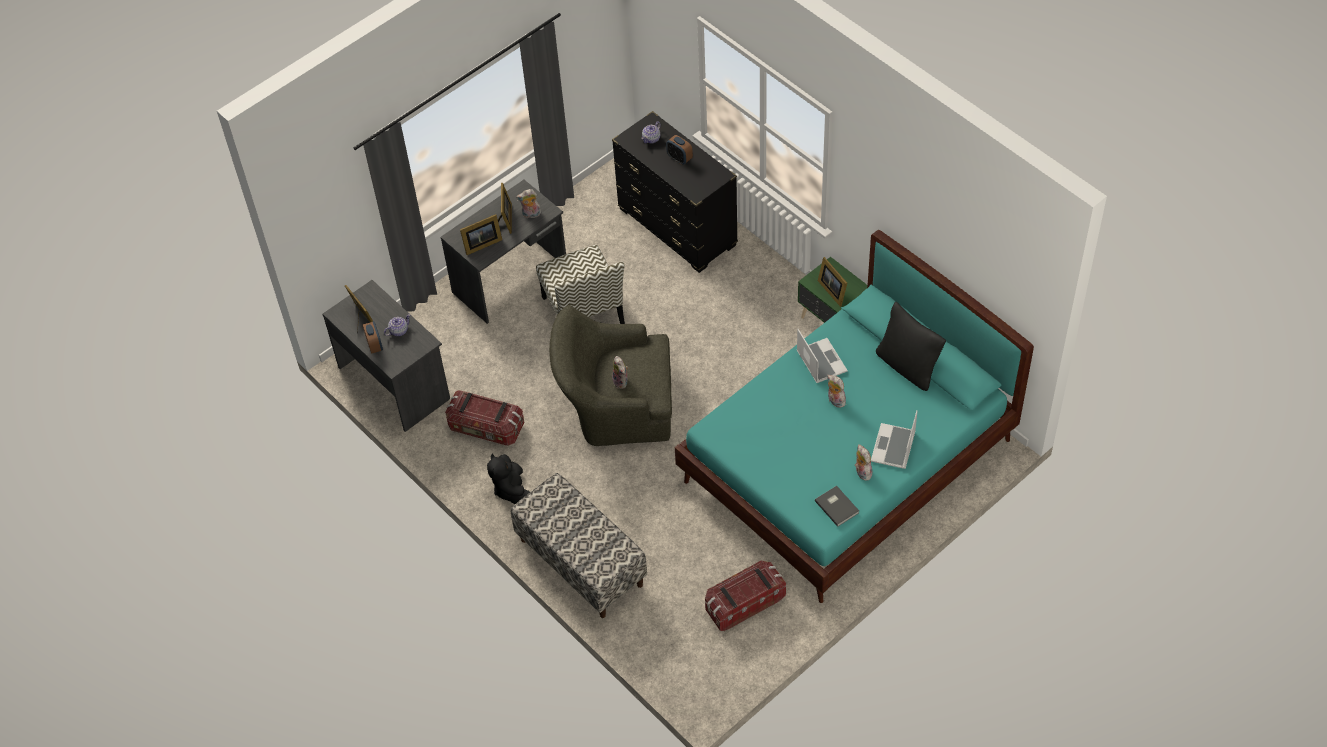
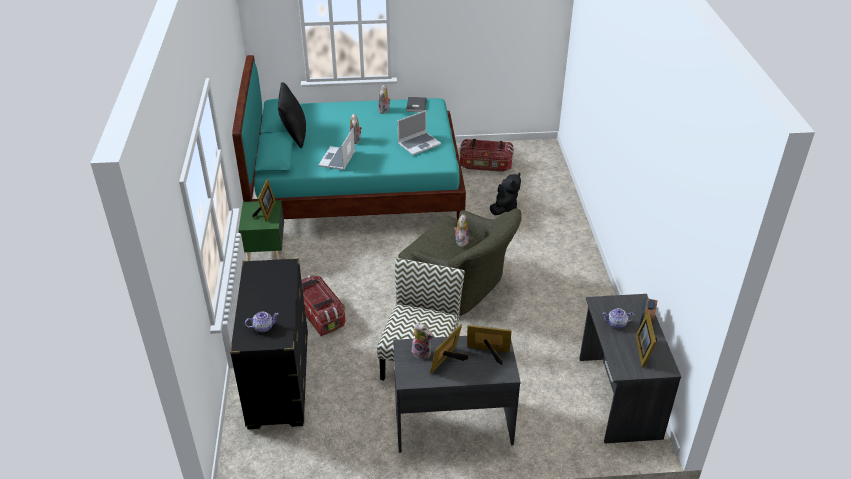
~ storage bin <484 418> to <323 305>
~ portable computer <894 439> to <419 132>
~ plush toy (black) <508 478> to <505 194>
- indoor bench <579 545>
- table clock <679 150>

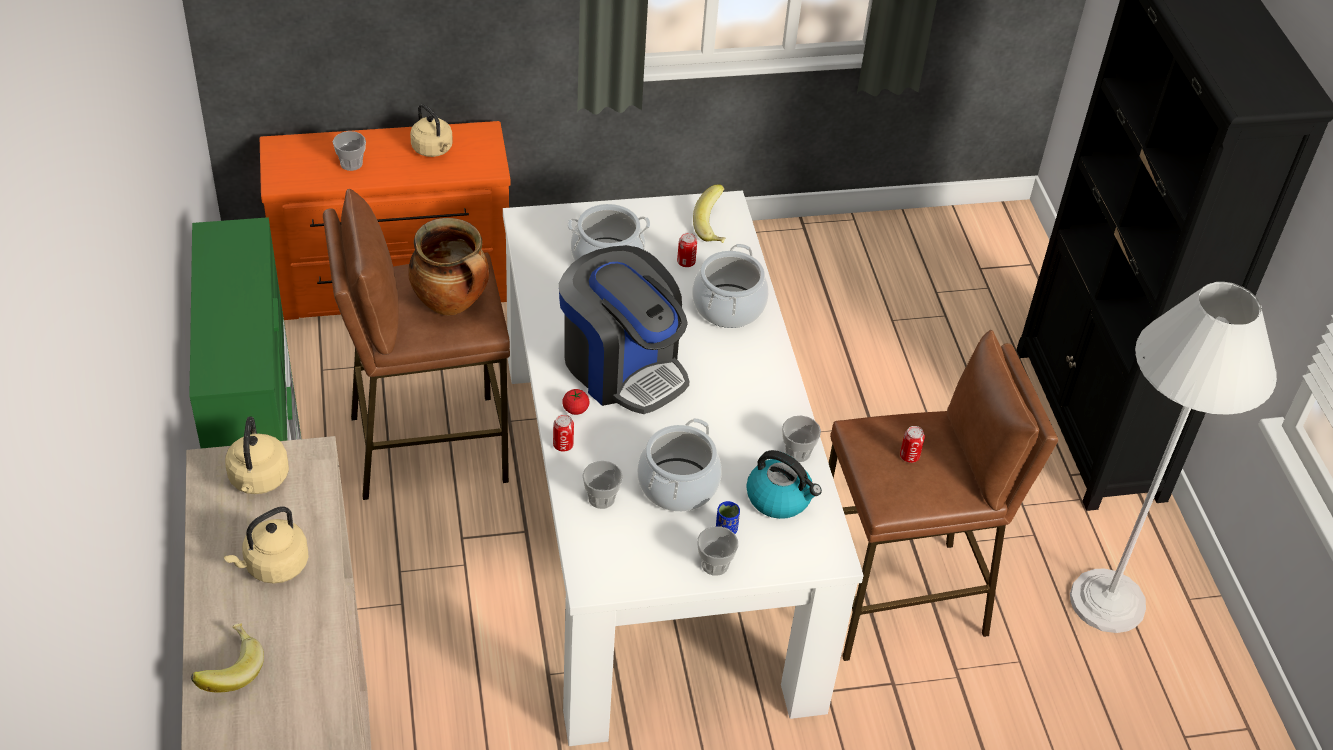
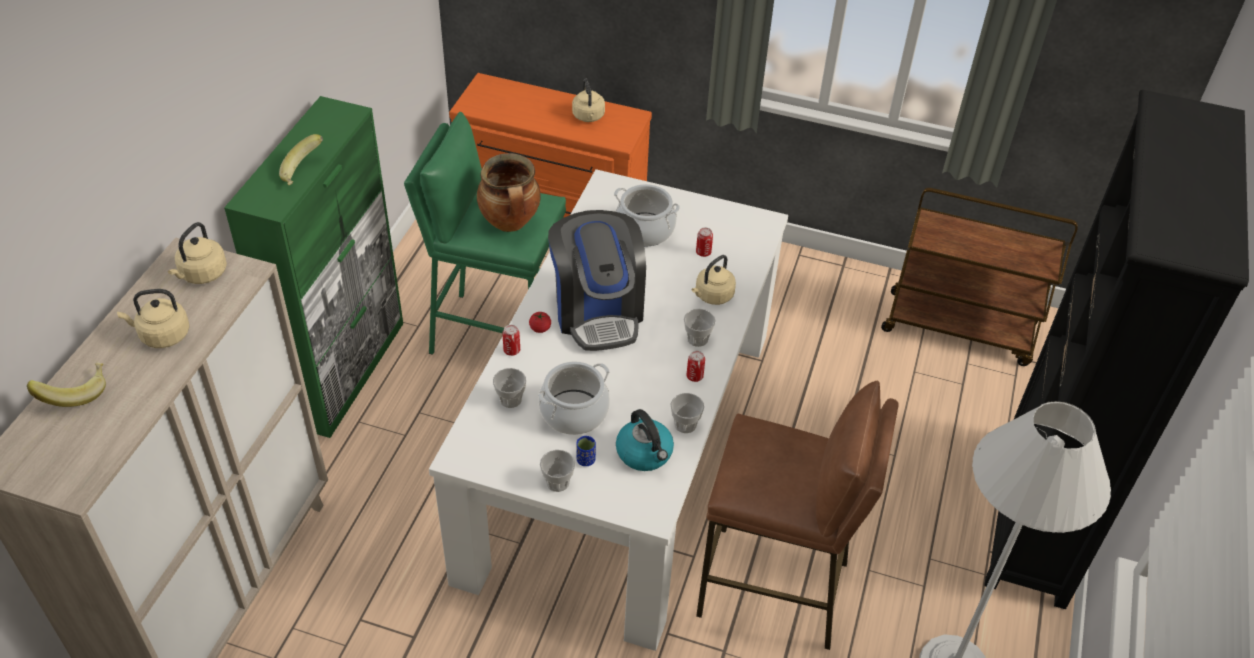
~ whole banana <709 214> to <301 159>
~ stool seat (brownish) <416 344> to stool seat (greenish) <485 233>
~ cup <349 151> to <700 328>
~ can <912 444> to <696 366>
~ stockpot <730 286> to kettle (beige) <714 280>
+ trolley (brownish) <979 277>

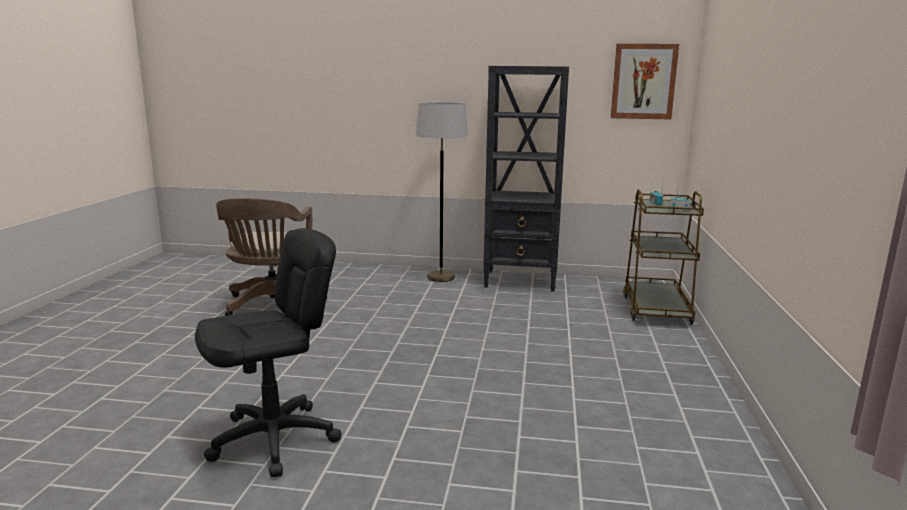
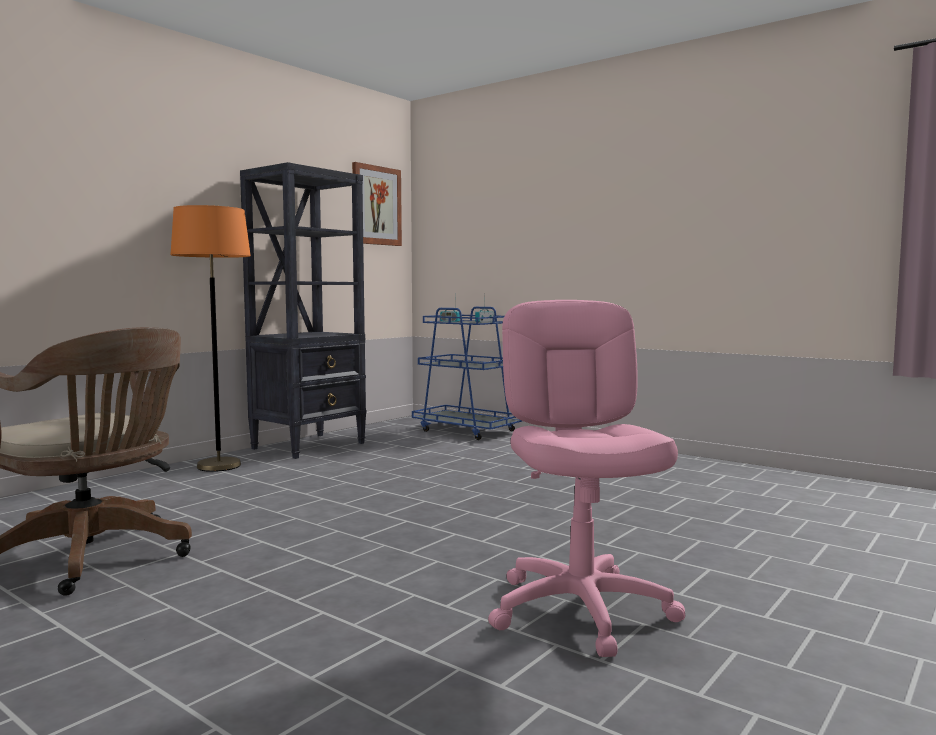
~ floor lamp (gray) <442 192> to floor lamp (orange-coloured) <210 338>
~ trolley (brownish) <663 256> to trolley (blue-coloured) <467 373>
~ desk chair (black) <268 352> to desk chair (pink) <586 478>

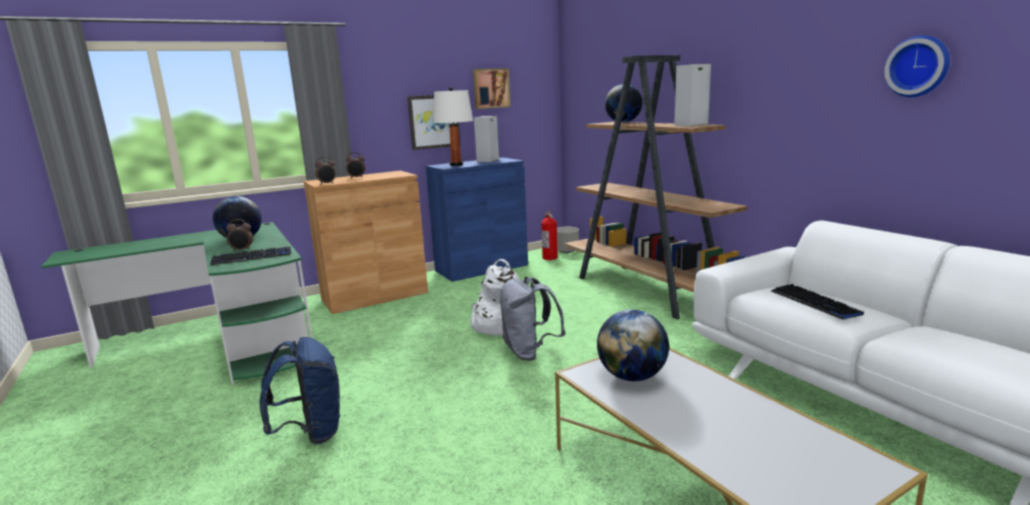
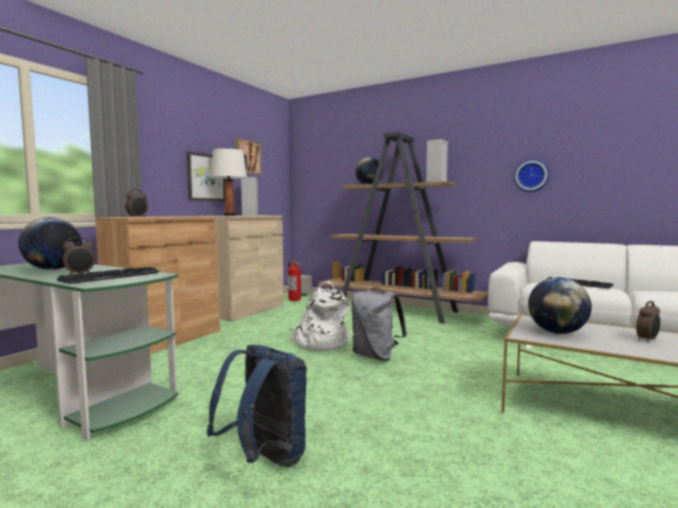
~ cabinet (blue-coloured) <477 219> to cabinet (beige) <241 268>
~ wall clock <917 66> to <531 175>
~ table clock <355 165> to <648 321>

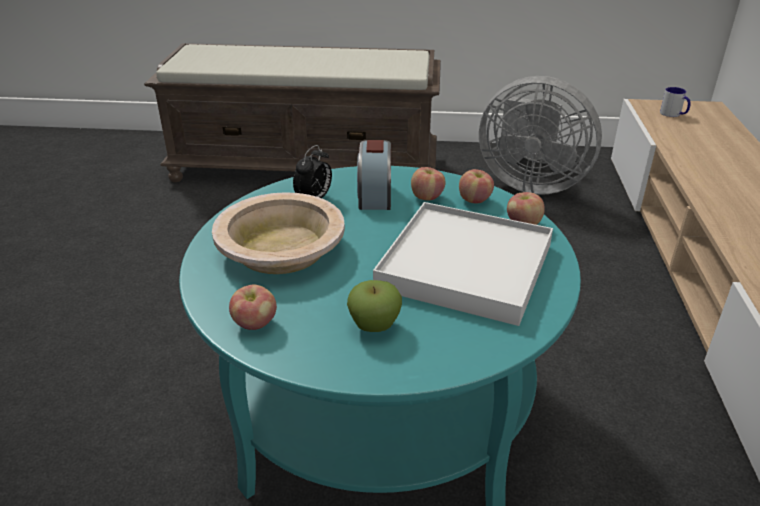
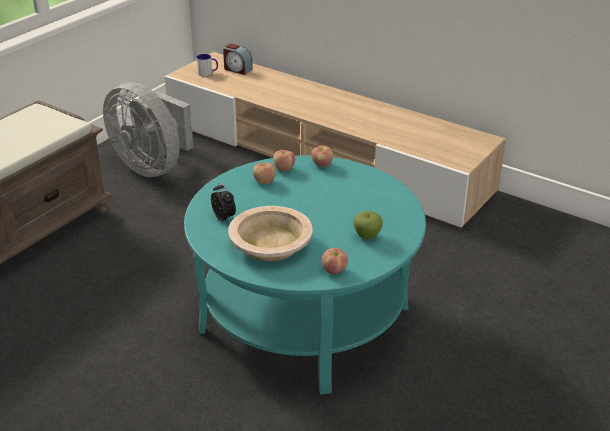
~ fan (gray) <540 135> = <148 129> 75 degrees clockwise
~ table clock <374 175> to <238 59>
- serving tray (whitish) <463 264>

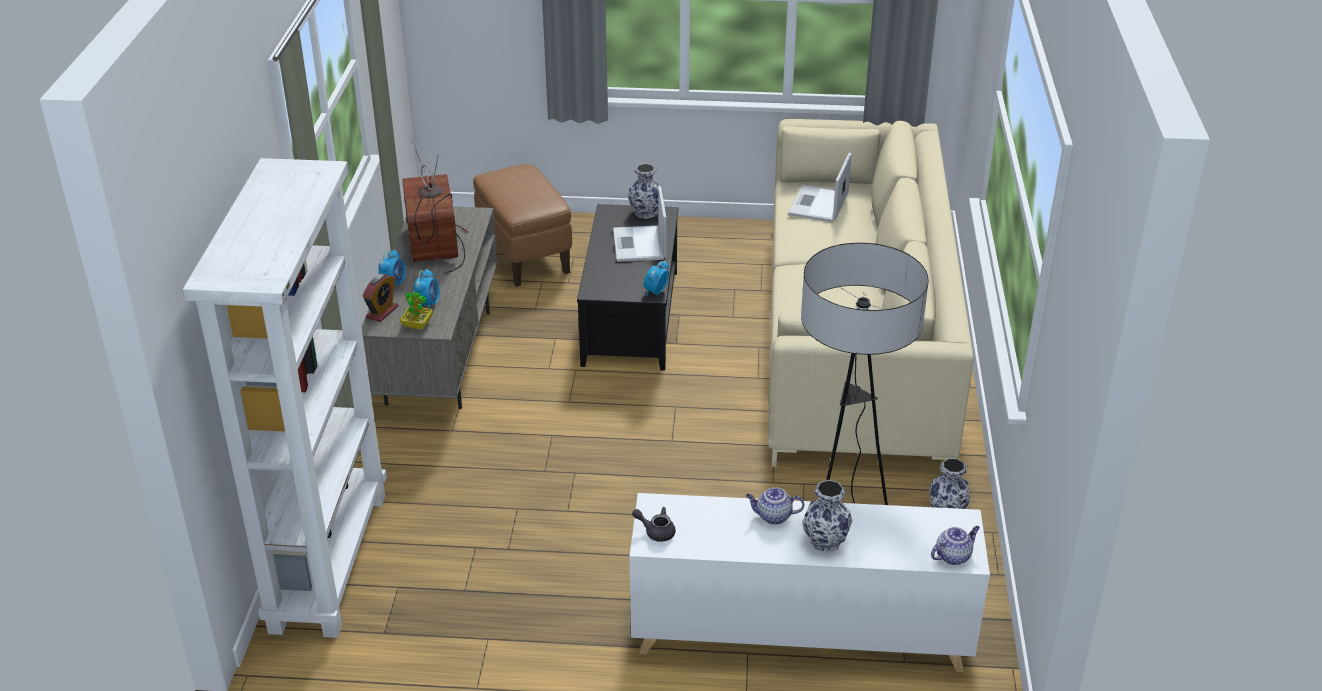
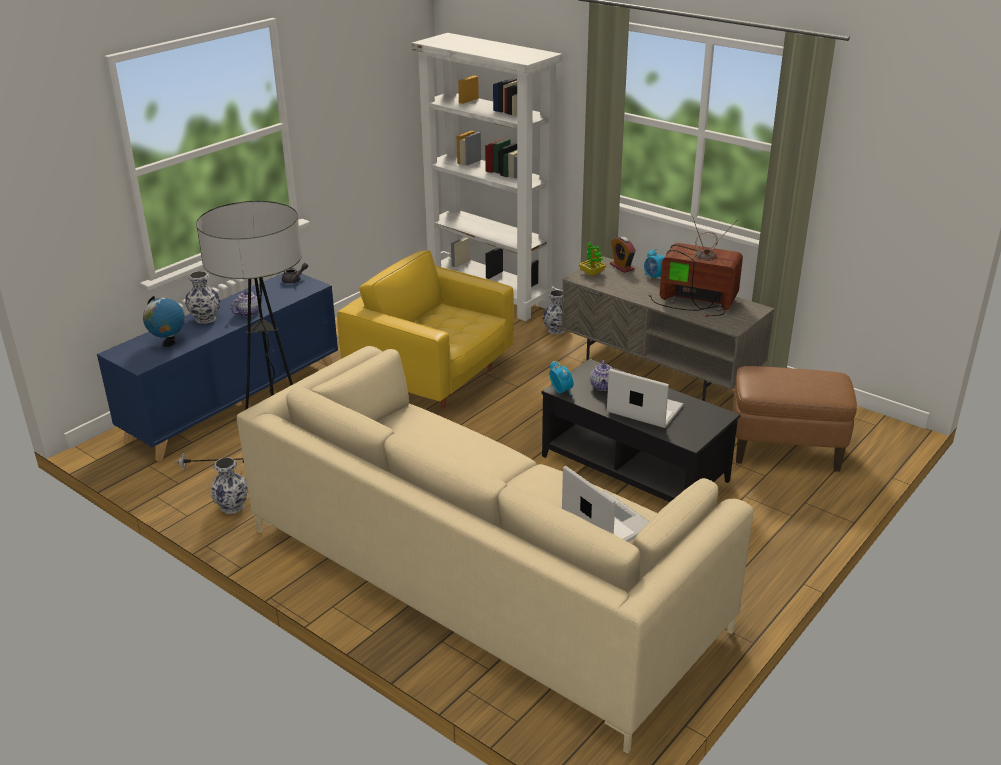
~ cabinet (whitish) <810 582> to cabinet (blue-coloured) <217 367>
+ desk globe <164 321>
+ armchair (yellow) <425 329>
~ flower vase <646 191> to <554 312>
~ teapot <955 545> to <601 375>
- table clock <427 289>

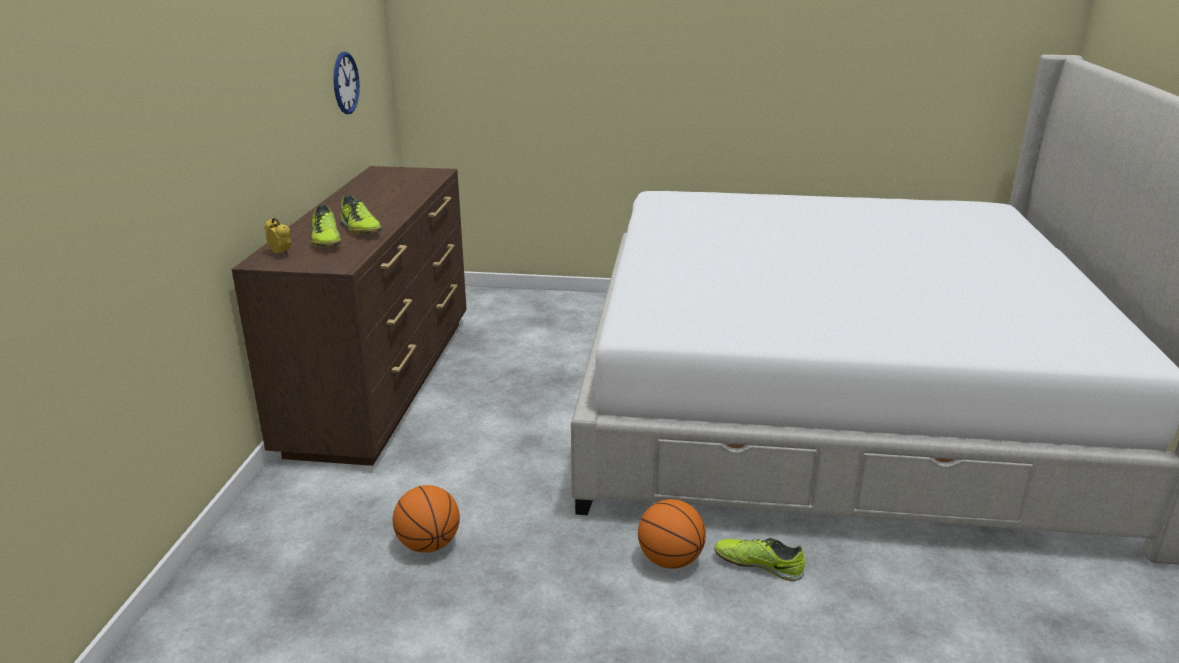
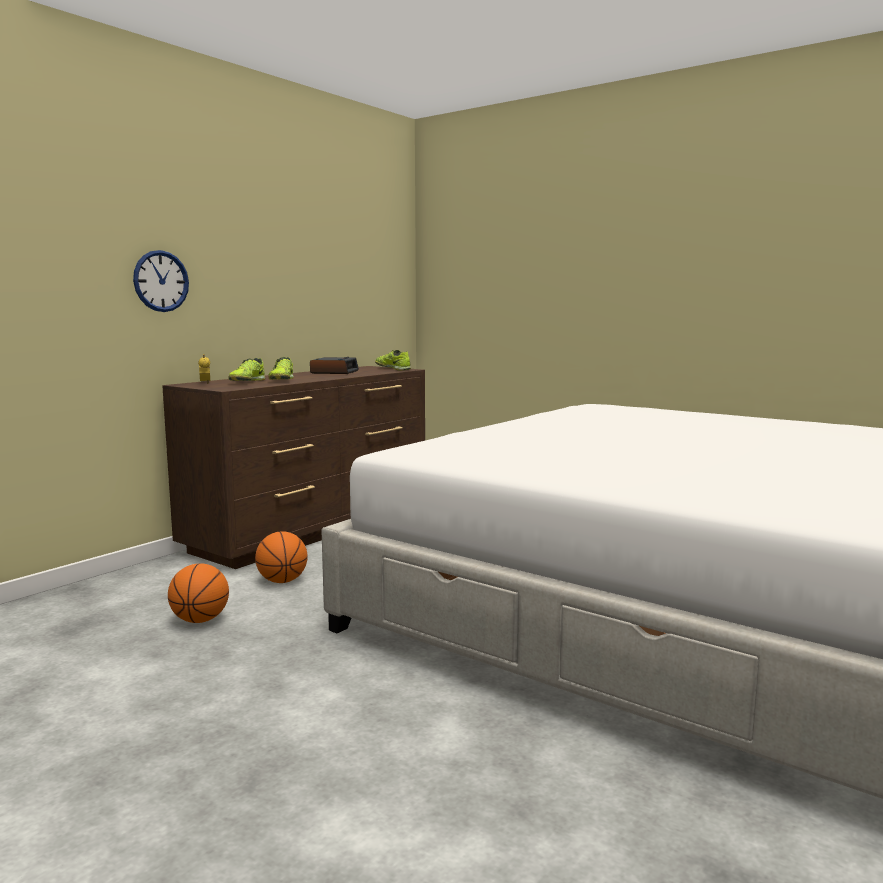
~ wall clock <346 83> to <161 281>
~ ball for basketball <672 534> to <281 557>
+ table clock <334 365>
~ item of footwear <759 559> to <393 360>

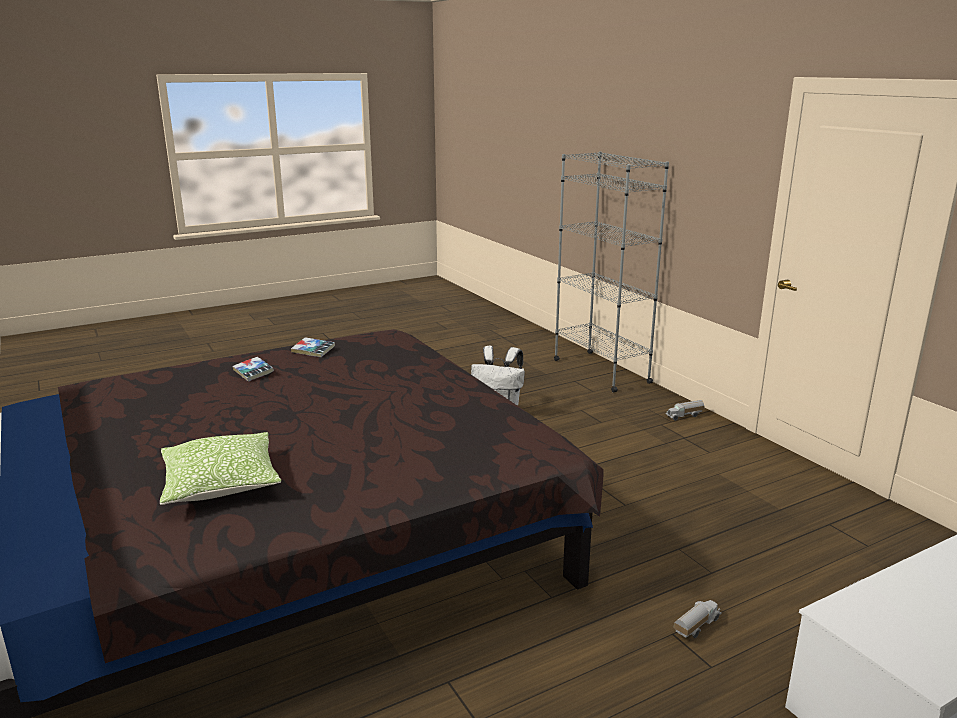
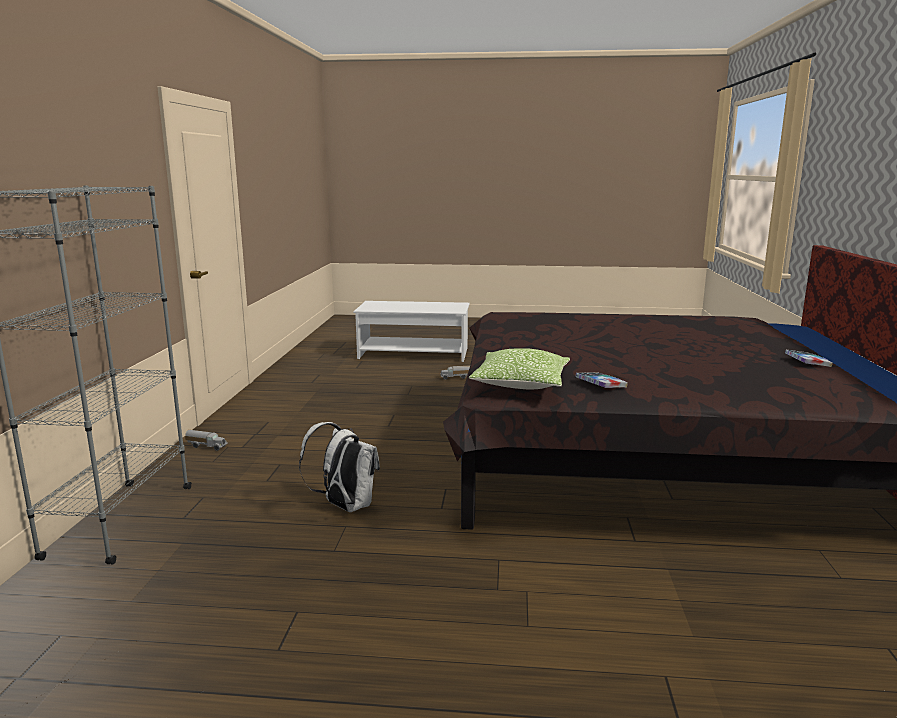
~ pillow <220 468> to <519 368>
~ volume <253 369> to <809 358>

